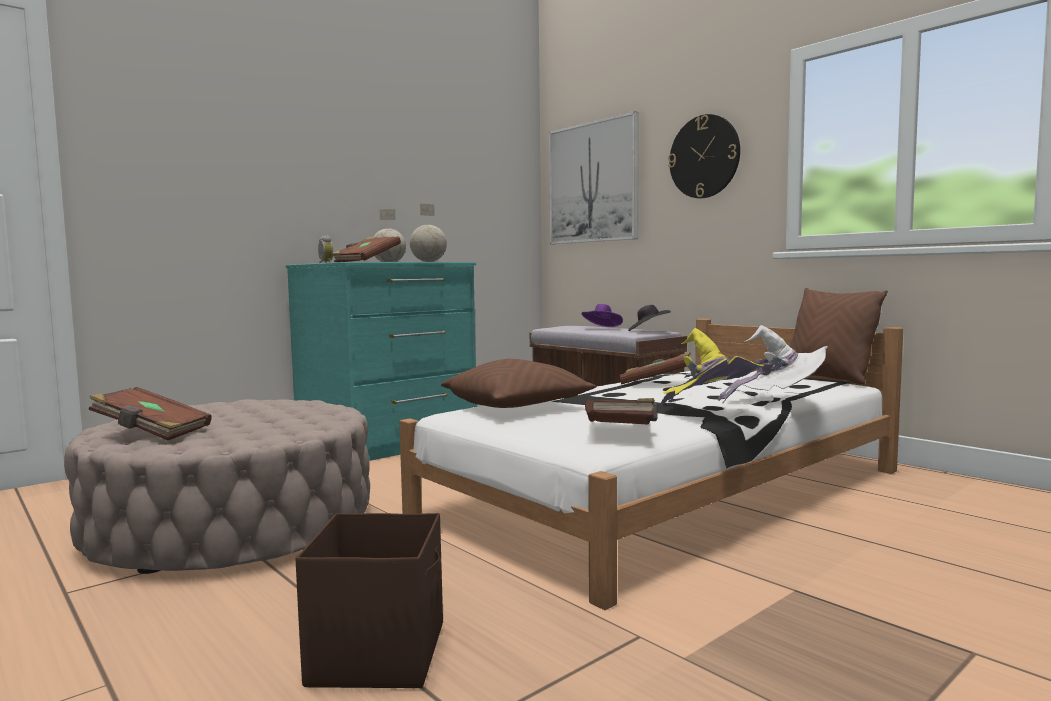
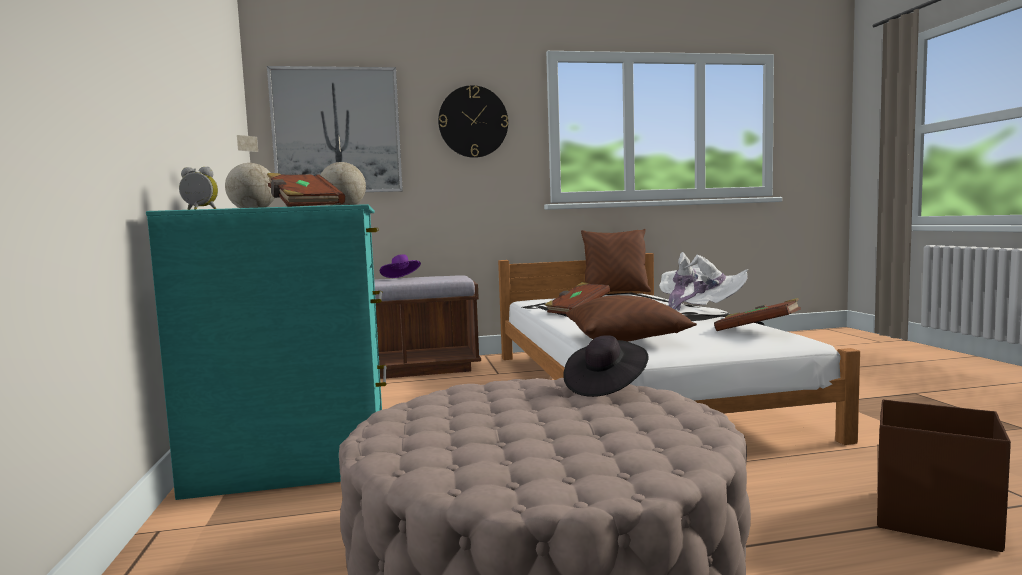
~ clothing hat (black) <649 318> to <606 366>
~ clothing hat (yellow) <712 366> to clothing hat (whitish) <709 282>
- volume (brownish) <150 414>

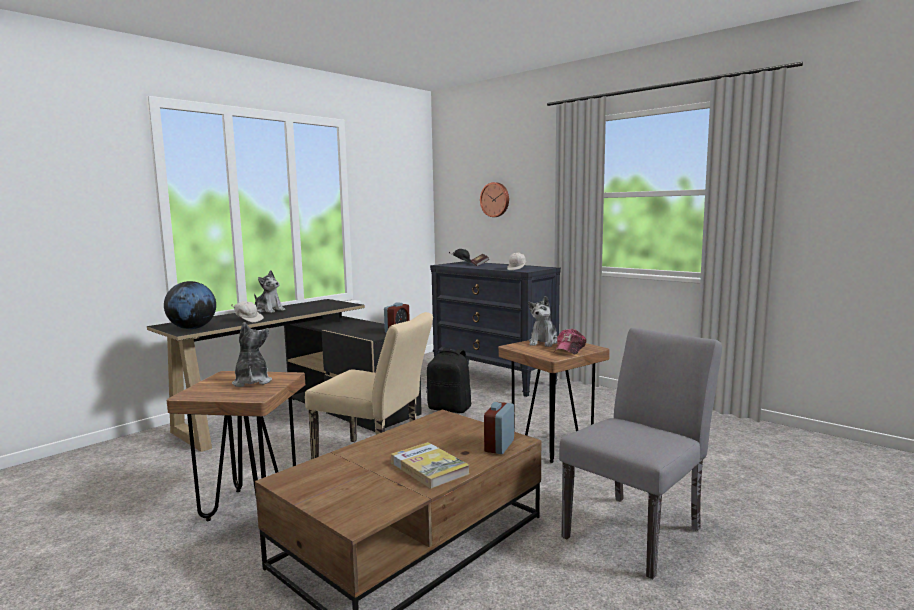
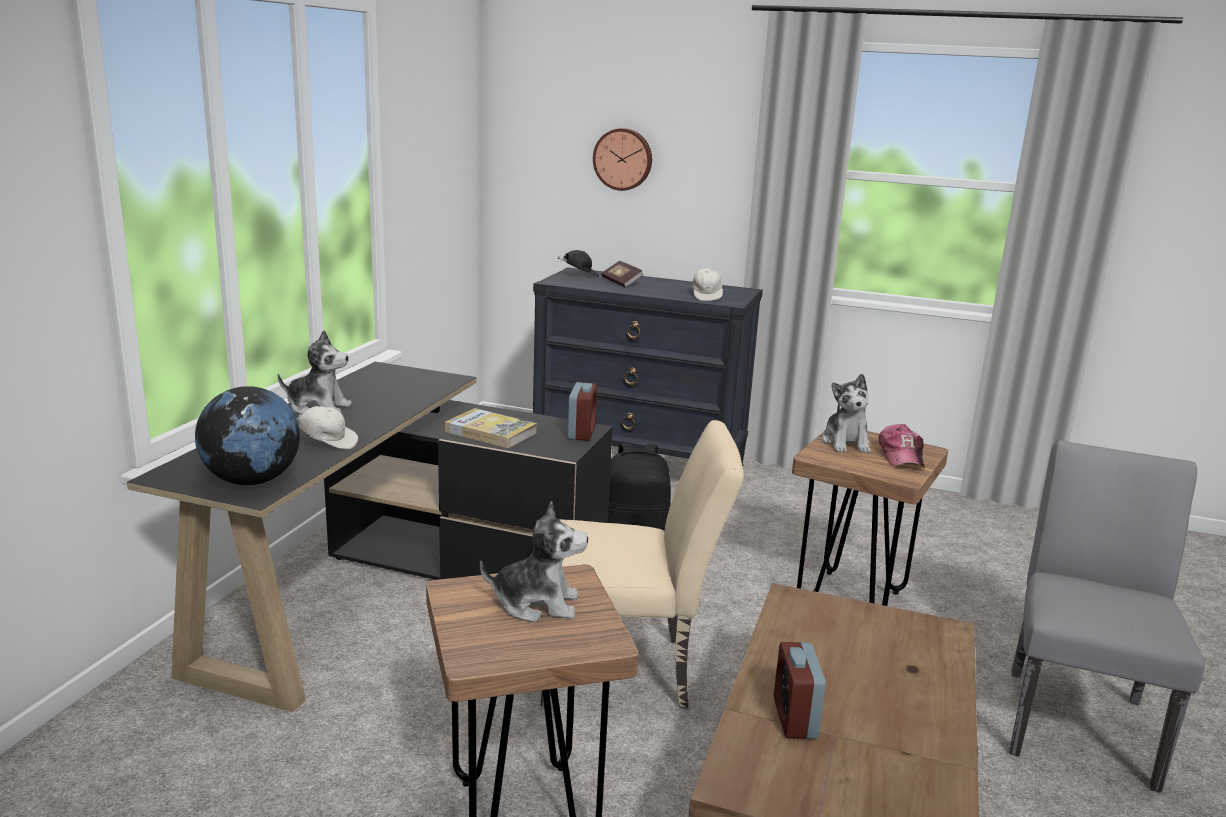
~ volume <430 465> to <491 428>
~ plush toy <252 354> = <534 561> 135 degrees clockwise
~ table clock <499 428> to <800 690>

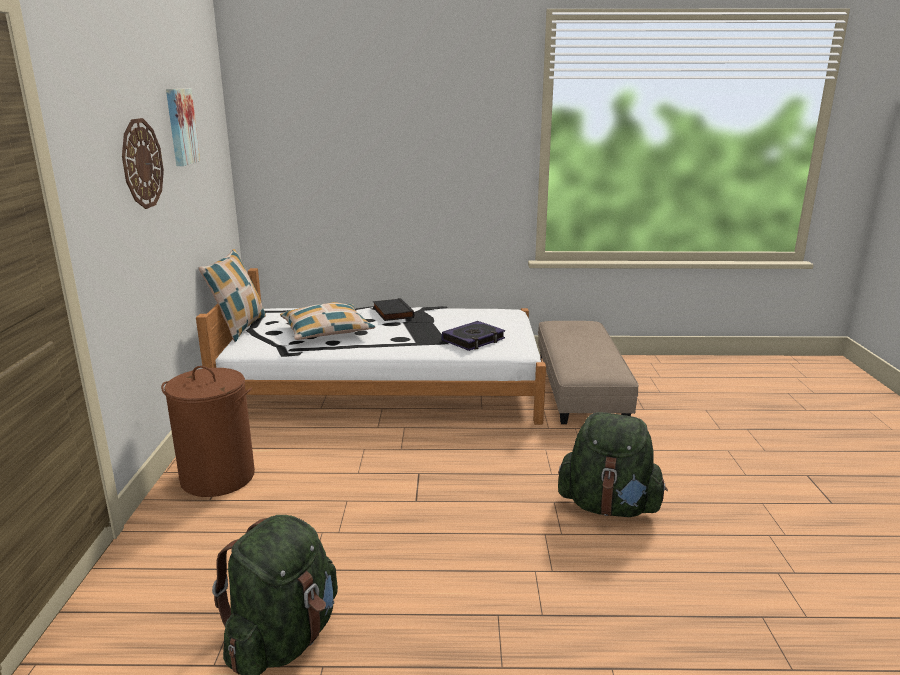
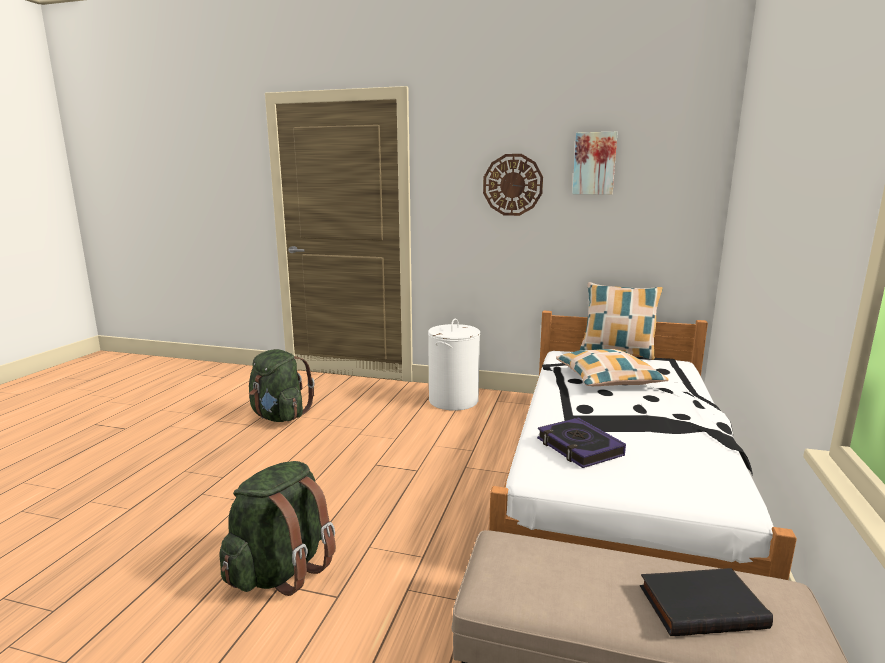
~ hamper (brownish) <208 431> to hamper (whitish) <454 365>
~ volume (black) <393 309> to <706 602>

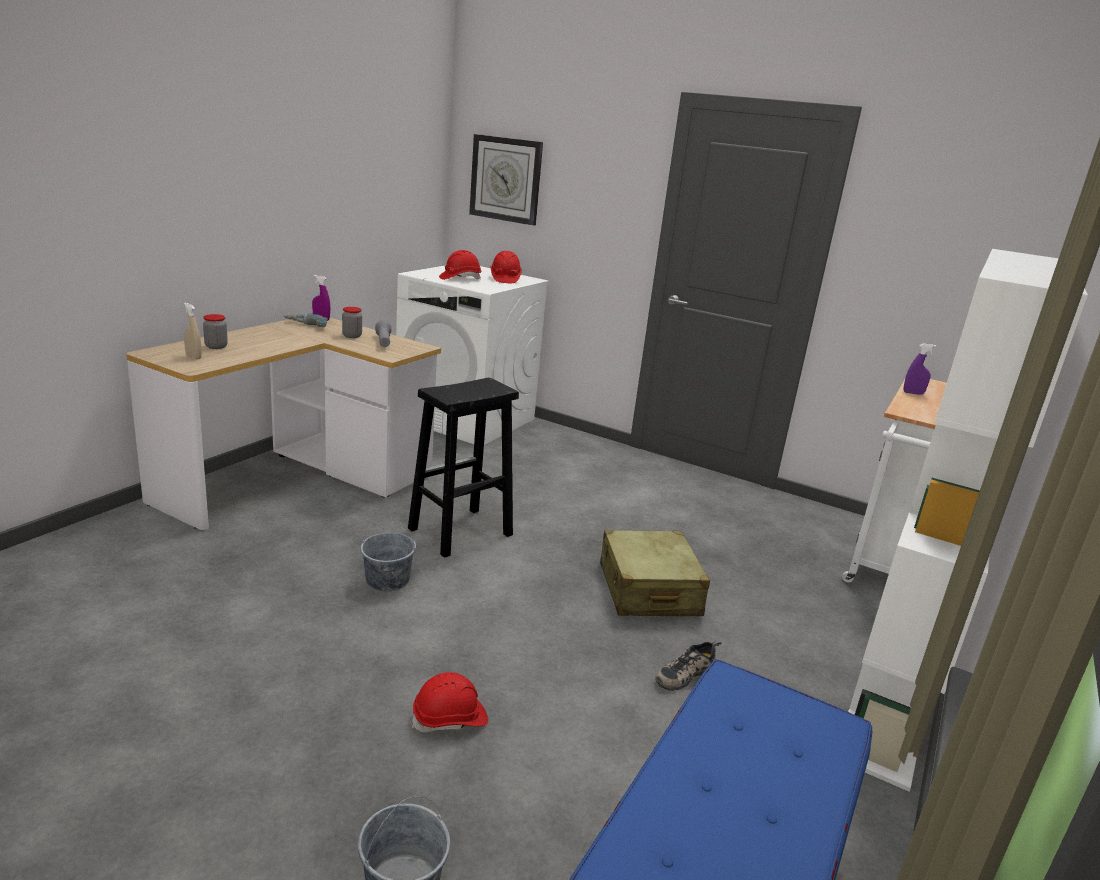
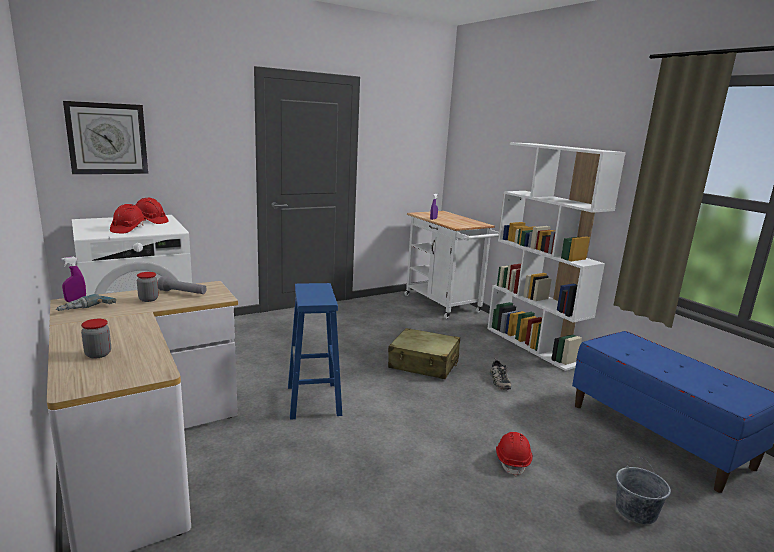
~ stool seat (black) <463 468> to stool seat (blue-coloured) <315 351>
- sprayer (beige) <193 331>
- water bucket (gray) <388 555>

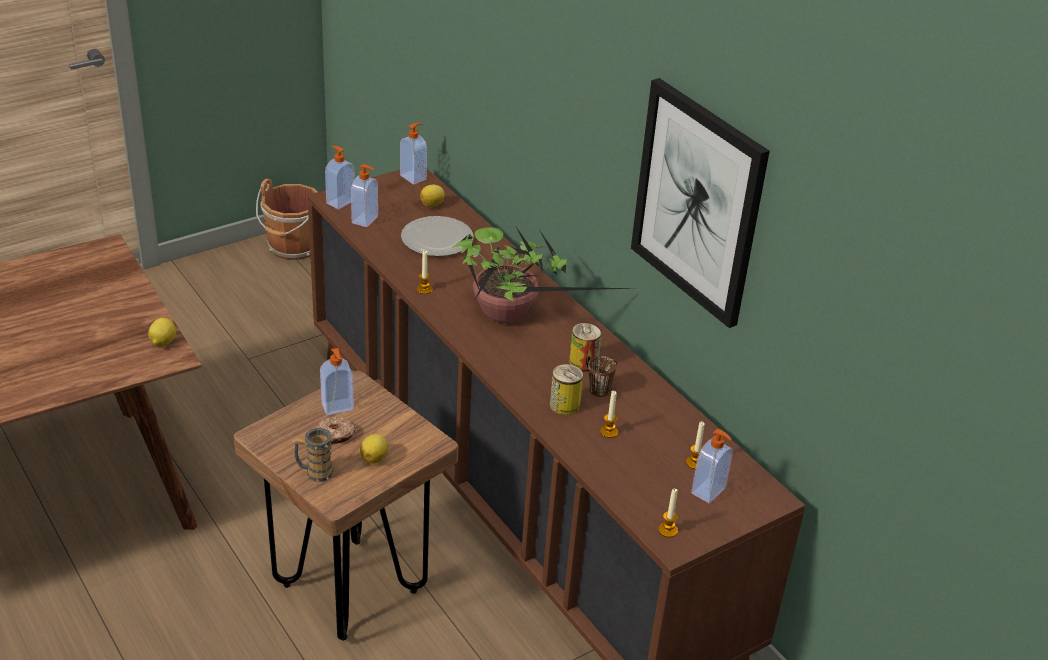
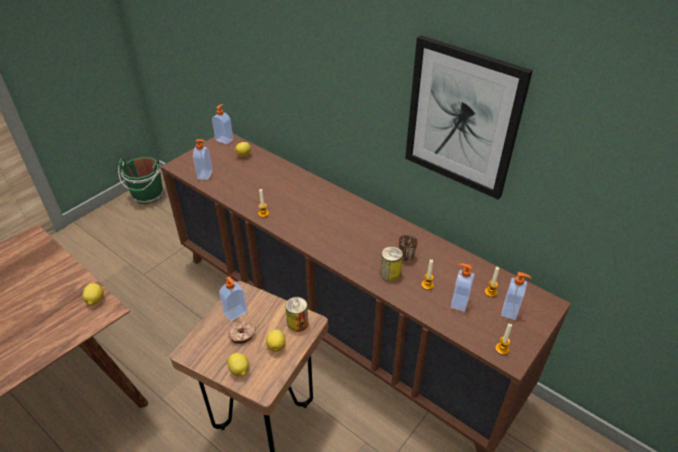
~ water bucket (brownish) <287 219> to water bucket (greenish) <141 180>
~ mug <313 455> to citrus fruit <238 364>
~ can <585 347> to <296 314>
~ liquid soap bottle <340 177> to <463 287>
- plate <437 236>
- houseplant <543 275>

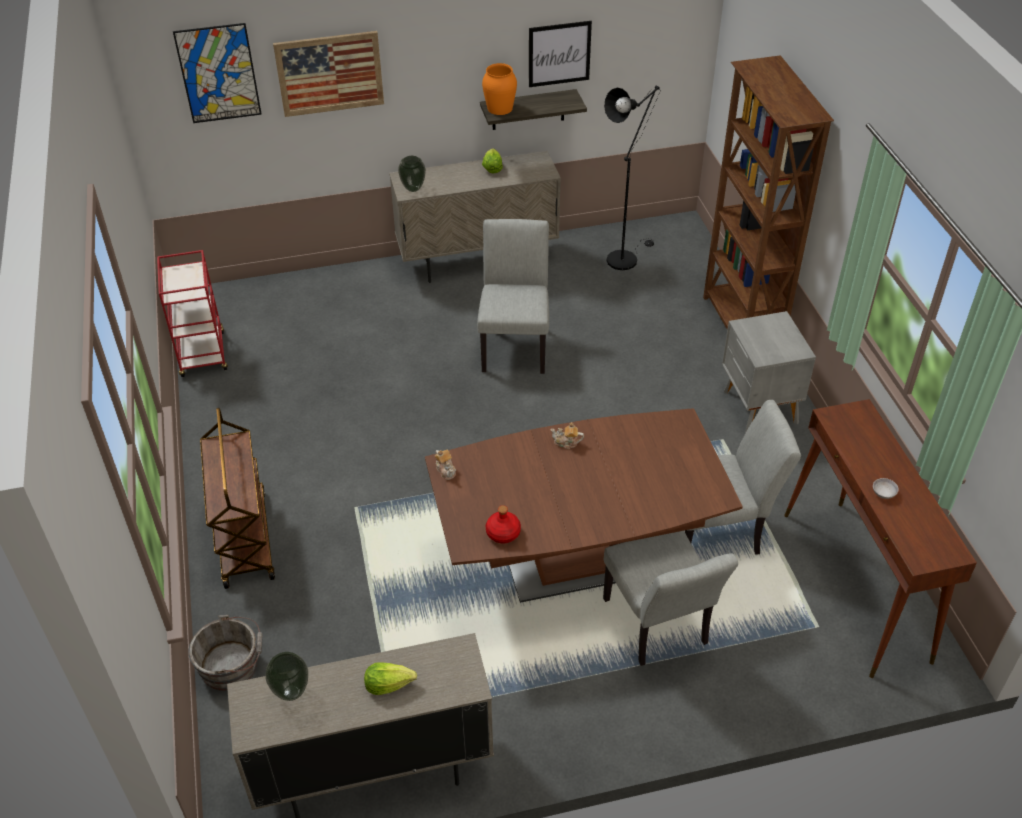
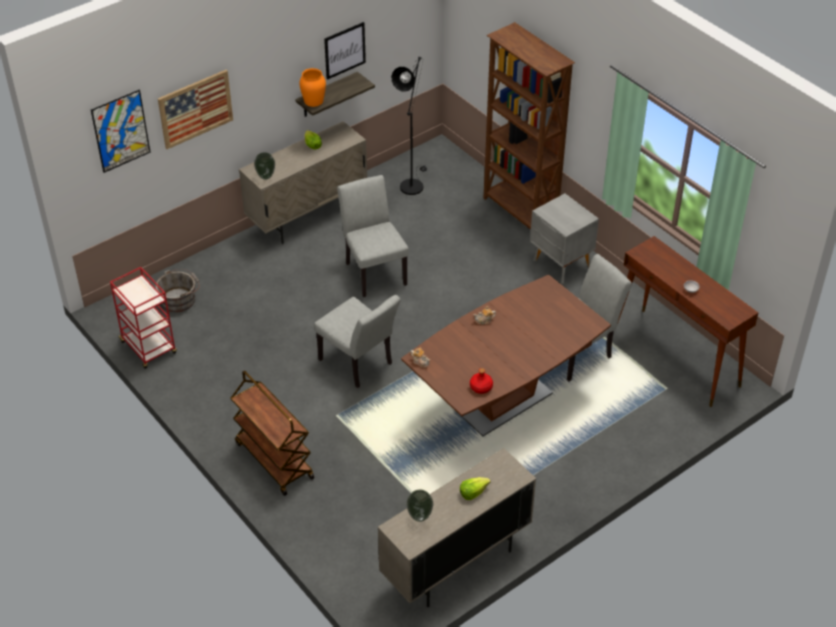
~ water bucket (gray) <226 653> to <177 290>
~ upright chair (gray) <670 598> to <357 341>

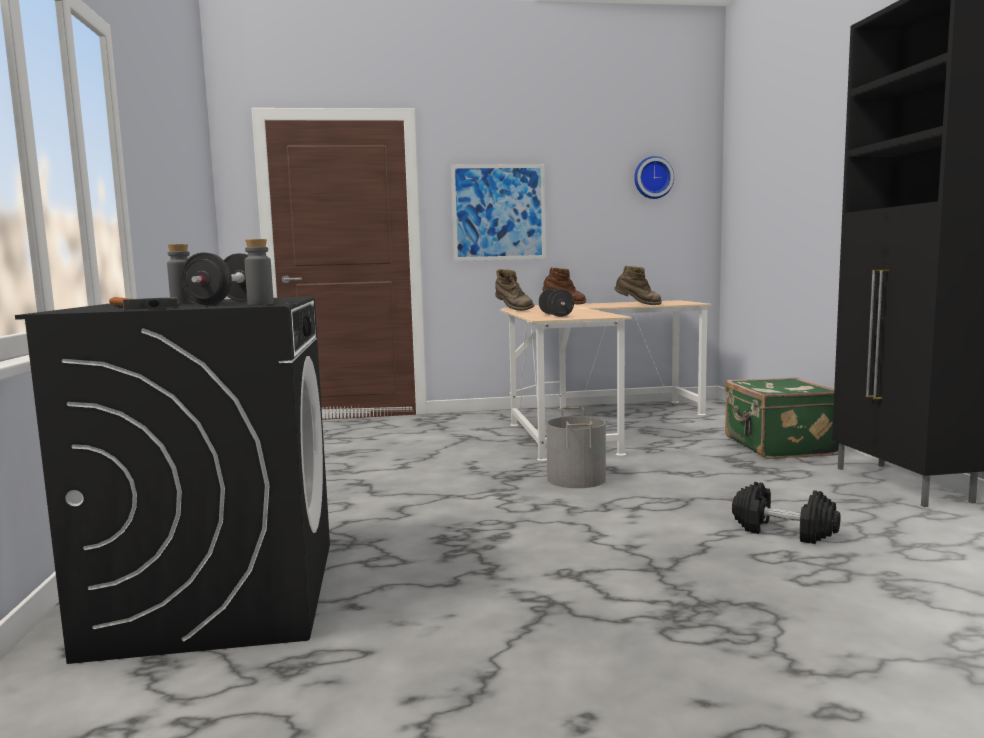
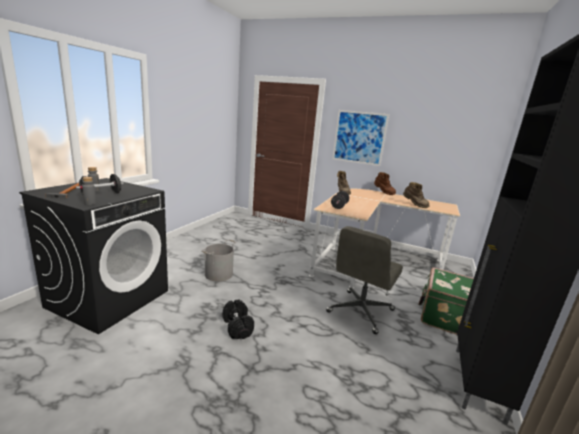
~ water bucket (gray) <576 447> to <219 260>
~ hand weight (black) <786 513> to <238 319>
+ desk chair (gray) <364 280>
- wall clock <654 177>

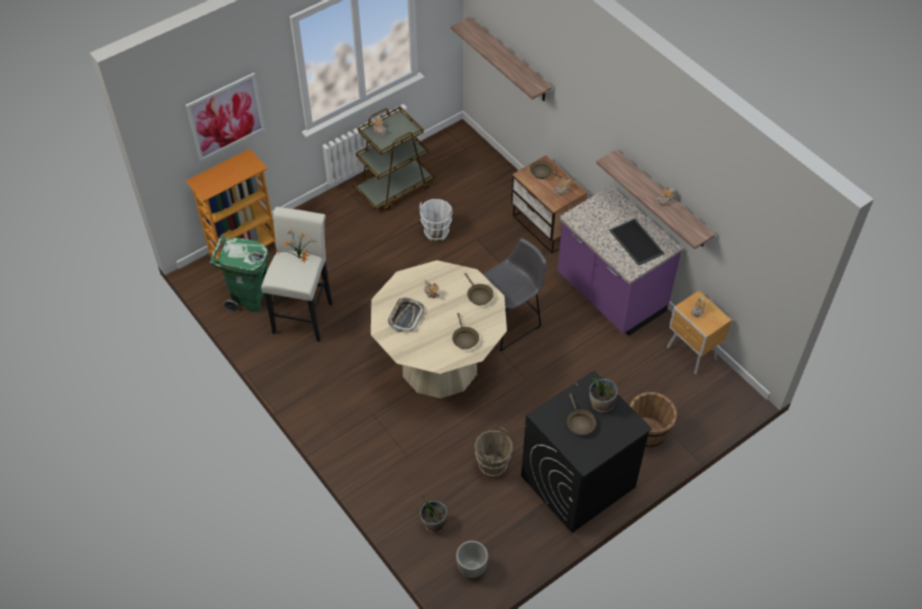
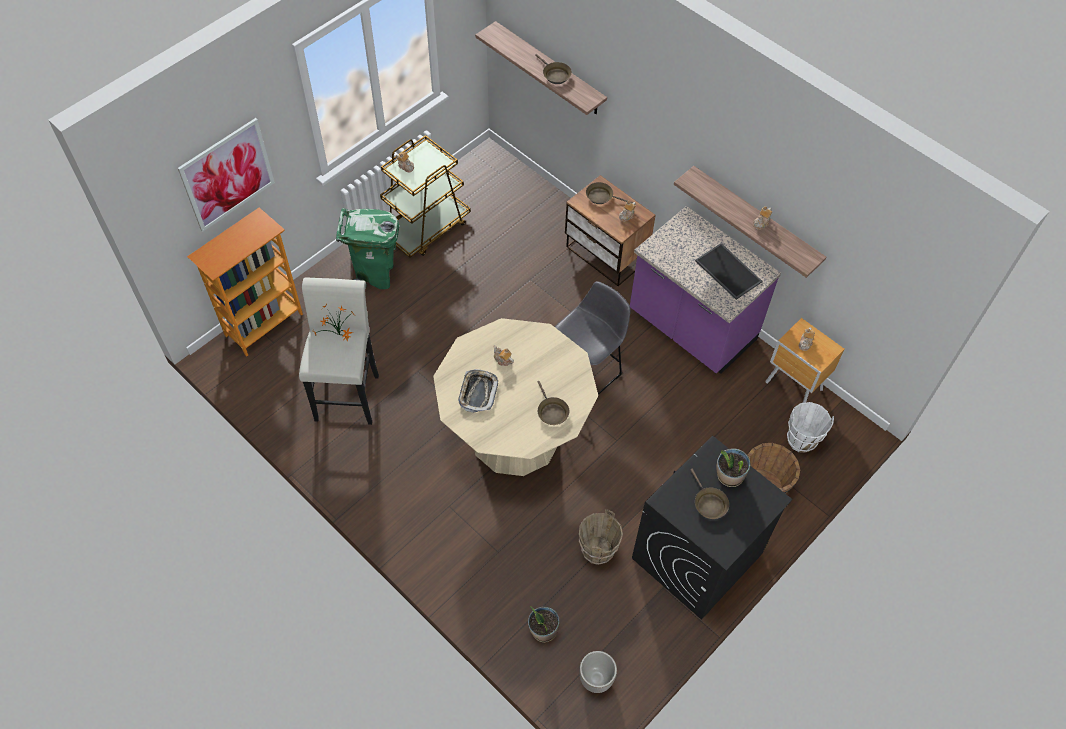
~ rubbish bin (greenish) <239 274> to <367 248>
~ skillet (brownish) <479 289> to <553 69>
~ water bucket (whitish) <435 220> to <810 427>

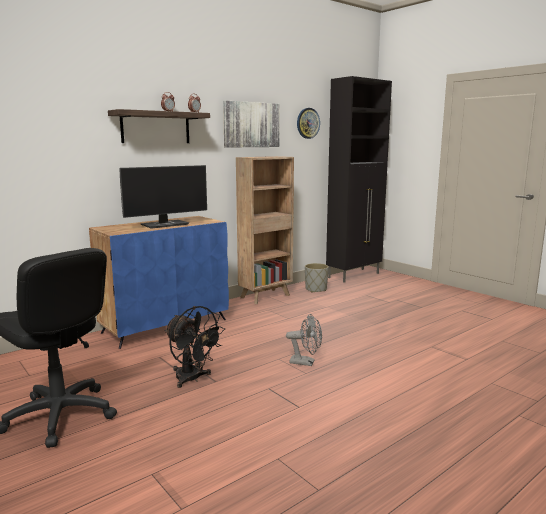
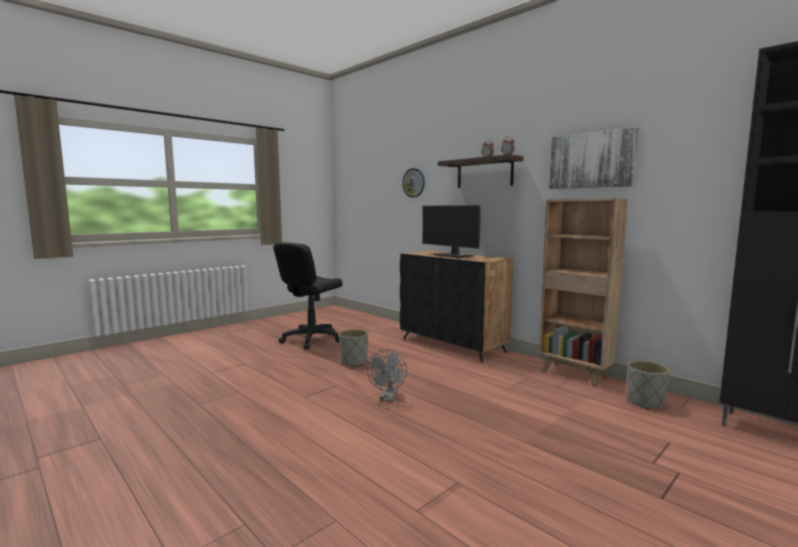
~ fan (black) <195 347> to planter (gray) <353 347>
~ cabinet (blue-coloured) <159 282> to cabinet (black) <456 307>
~ wall clock <308 123> to <413 183>

